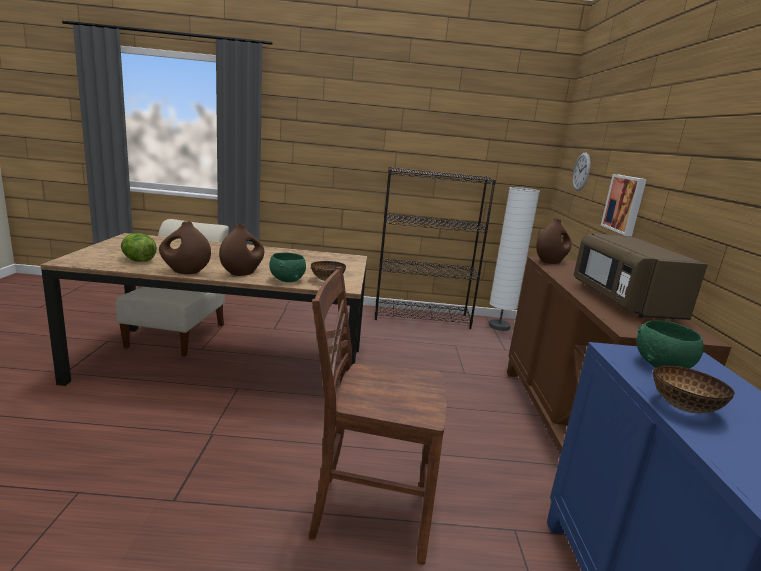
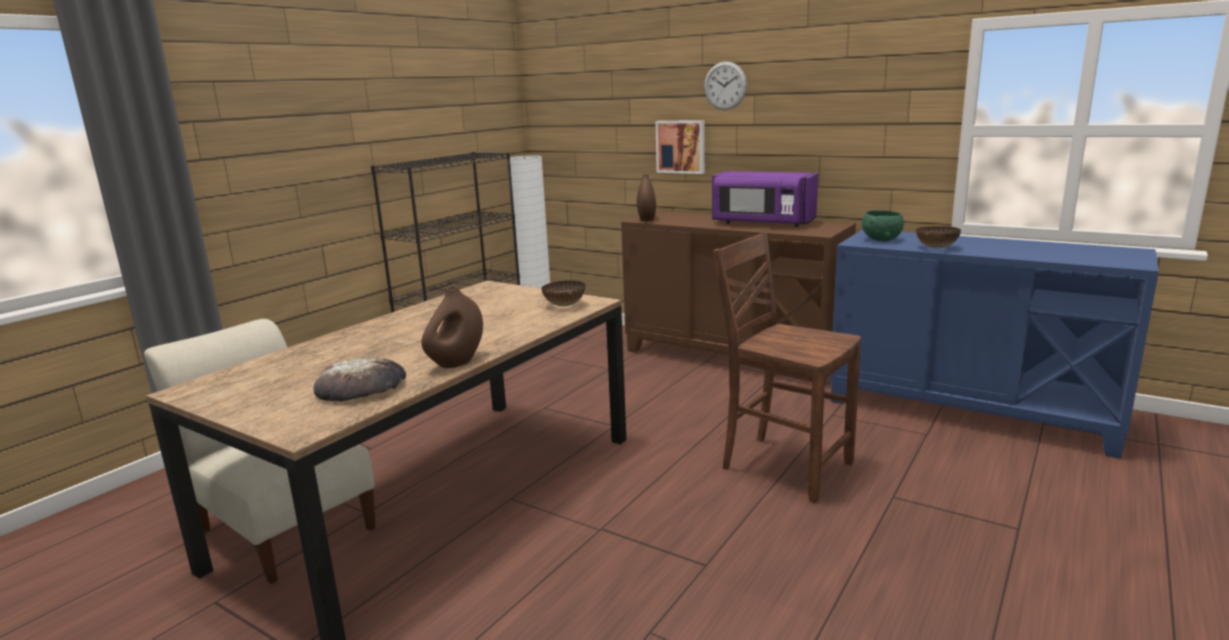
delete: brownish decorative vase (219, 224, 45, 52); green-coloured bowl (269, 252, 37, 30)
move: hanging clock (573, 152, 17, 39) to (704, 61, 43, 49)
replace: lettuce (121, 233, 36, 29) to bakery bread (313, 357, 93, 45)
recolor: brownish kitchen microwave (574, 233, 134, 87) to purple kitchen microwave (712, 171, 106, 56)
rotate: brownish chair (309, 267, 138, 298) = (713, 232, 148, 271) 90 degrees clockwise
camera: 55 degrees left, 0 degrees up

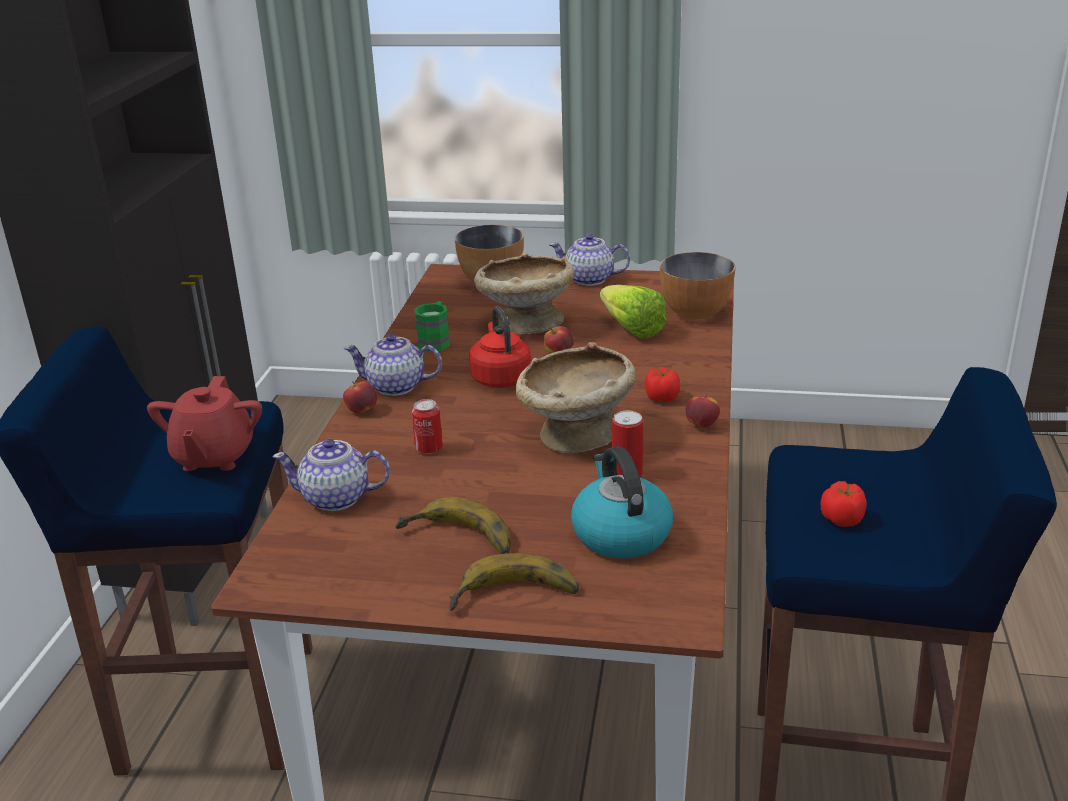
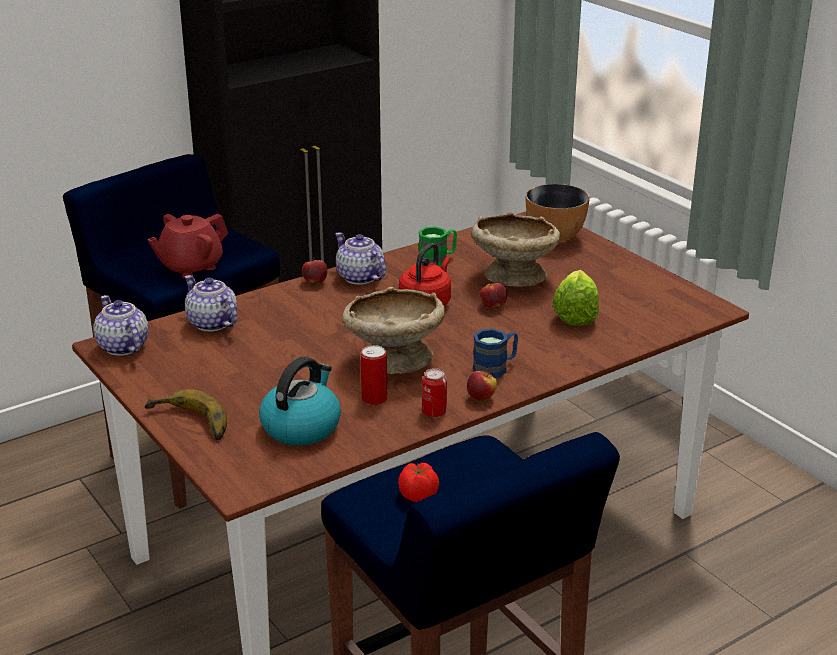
delete: whole banana (395, 497, 116, 57); bowl (660, 252, 75, 67)
move: pot for tea (549, 234, 81, 52) to (93, 295, 56, 61); can (412, 399, 31, 55) to (422, 368, 25, 49)
replace: fresh tomato (645, 367, 35, 35) to blue-coloured coffee mug (473, 329, 45, 49)
camera: 45 degrees right, 0 degrees up

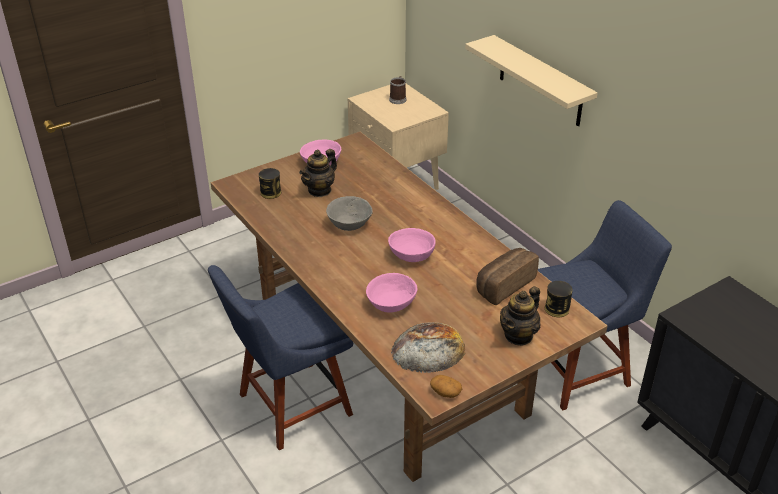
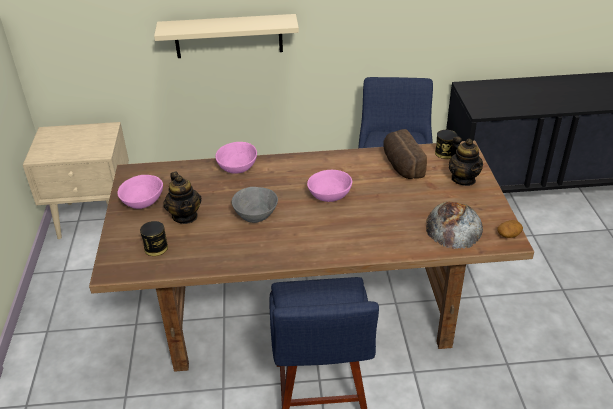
delete: coffee mug (389, 76, 18, 28)
move: pink-coloured bowl (366, 273, 51, 40) to (215, 142, 42, 32)
camera: 60 degrees left, 0 degrees up

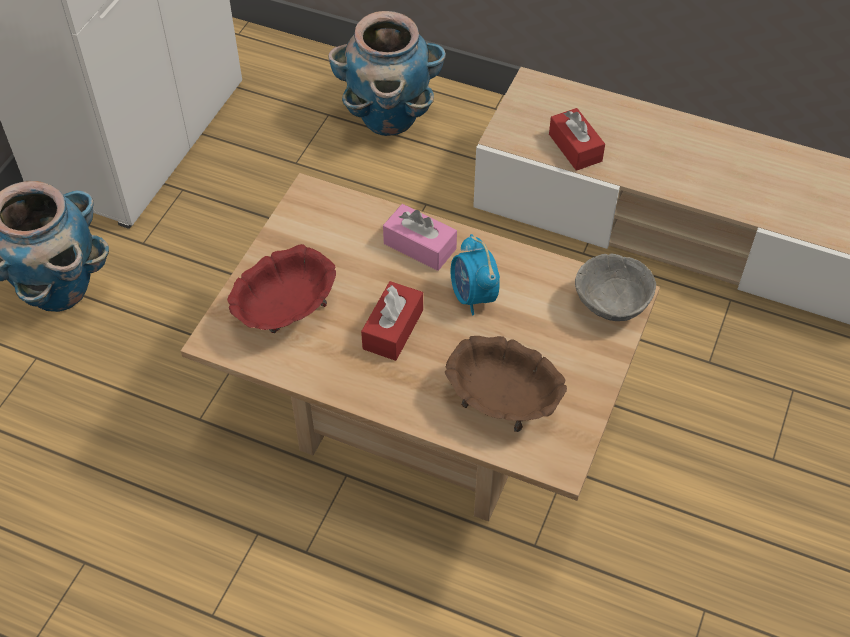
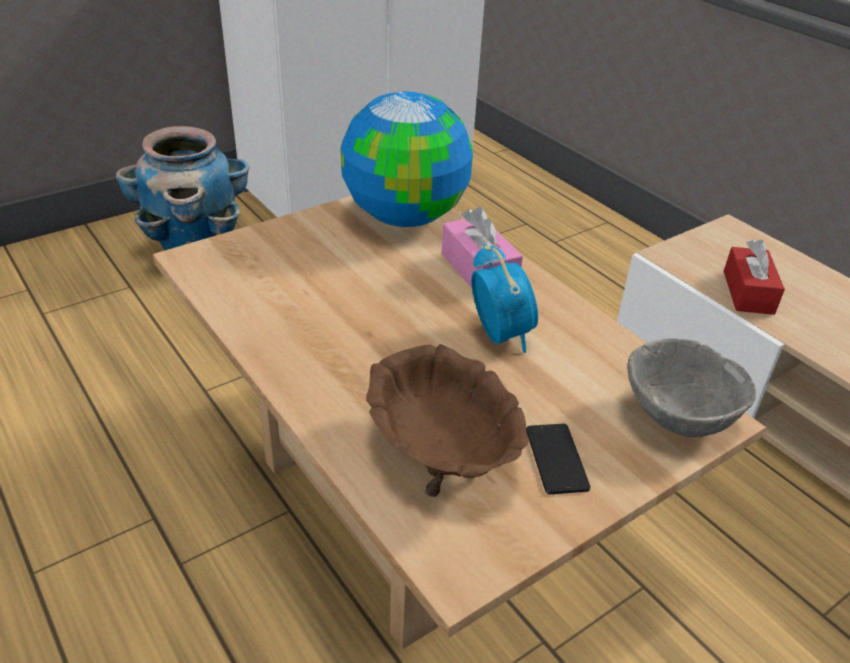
delete: red-coloured bowl (227, 244, 109, 89); plant pot (329, 11, 117, 125); red-coloured box of tissues (361, 281, 62, 80)
insert: globe (341, 91, 132, 136); handset (526, 424, 65, 70)
rotate: alarm clock (451, 234, 49, 82) = (471, 244, 67, 109) 150 degrees clockwise
camera: 30 degrees right, 15 degrees down

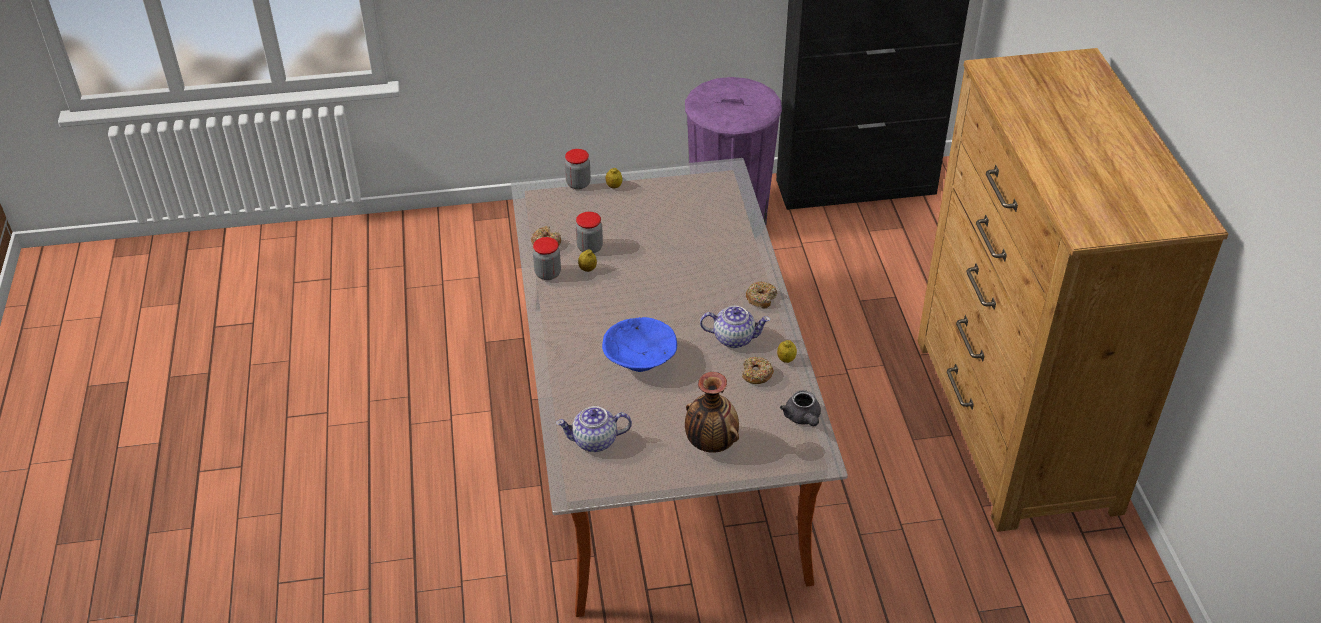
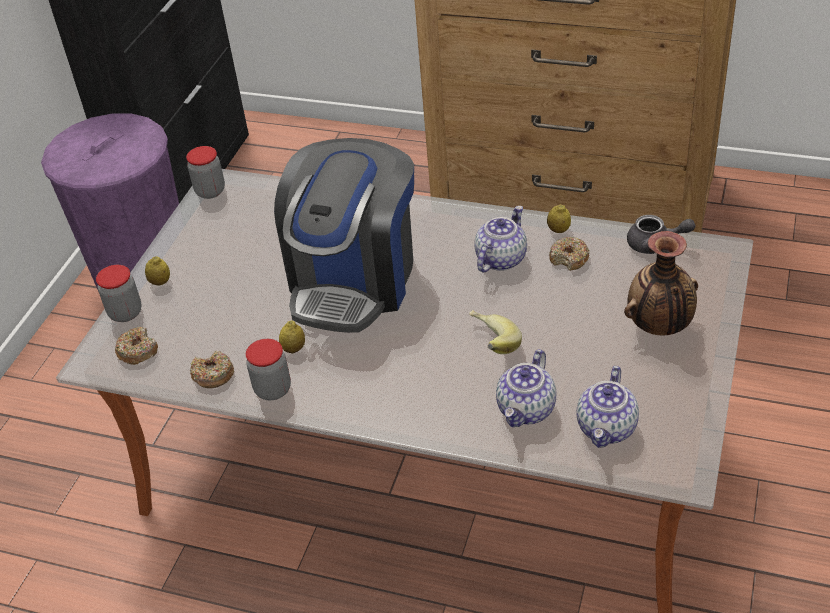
insert: coffee brewer (274, 138, 140, 195); pot for tea (496, 349, 60, 78)
move: doughnut (746, 282, 32, 27) to (115, 327, 43, 38); storage jar (576, 212, 27, 41) to (186, 146, 39, 53)
replace: blue-coloured bowl (602, 317, 75, 55) to whole banana (469, 310, 53, 44)
camera: 60 degrees left, 0 degrees up

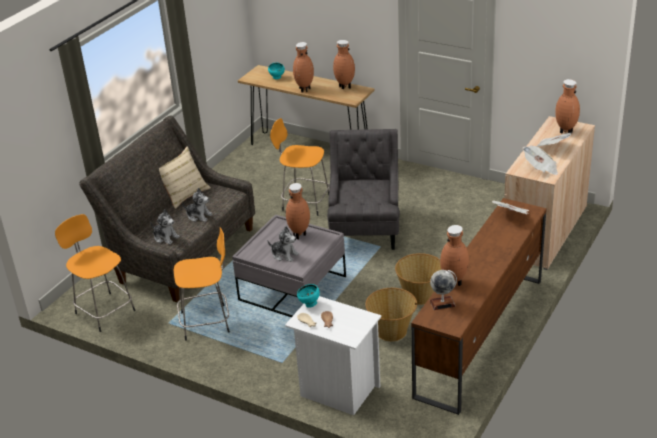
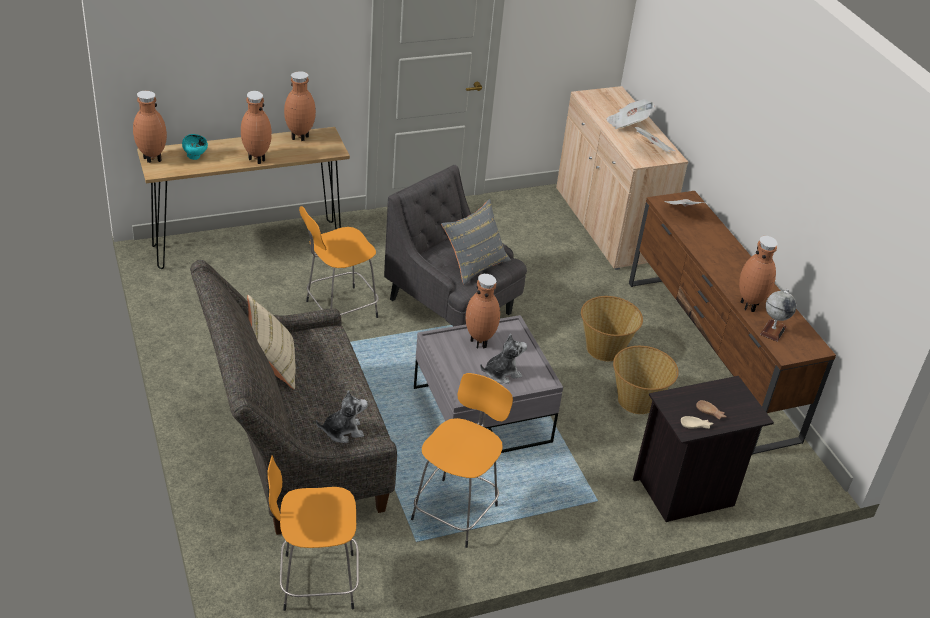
delete: cuddly toy (182, 188, 30, 34); turquoise bowl (297, 284, 23, 24)
insert: greyish cushion (441, 199, 70, 86)
move: brownish decorative vase (555, 79, 25, 55) to (133, 91, 34, 72)
recolor: whitish bedside table (285, 296, 97, 119) to blackish bedside table (633, 376, 141, 146)
camera: 55 degrees left, 5 degrees up

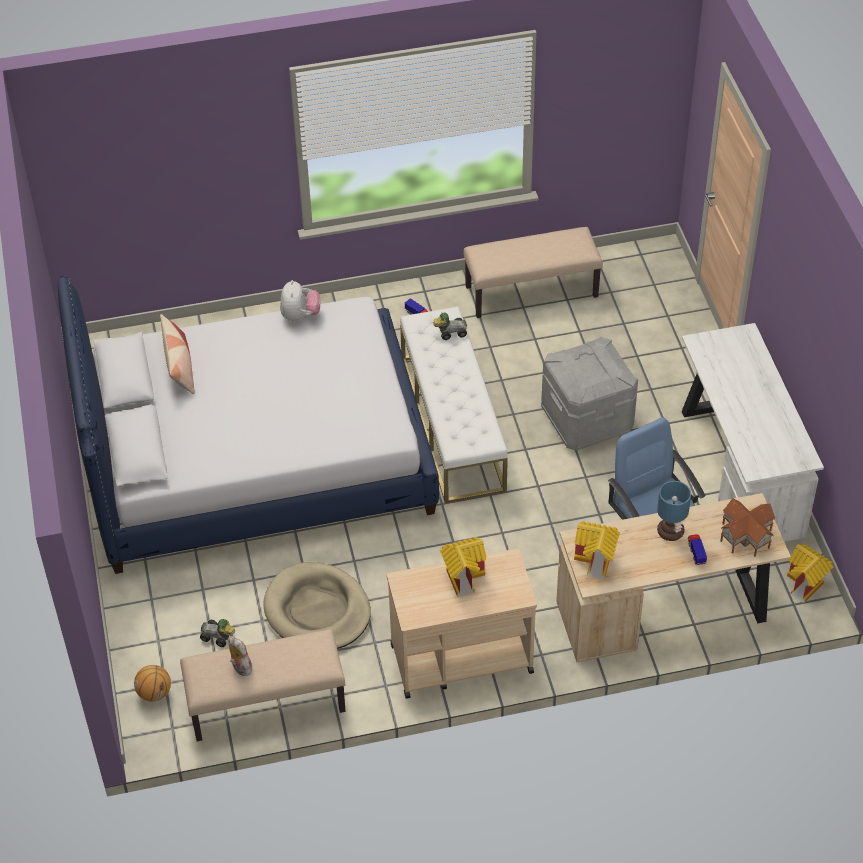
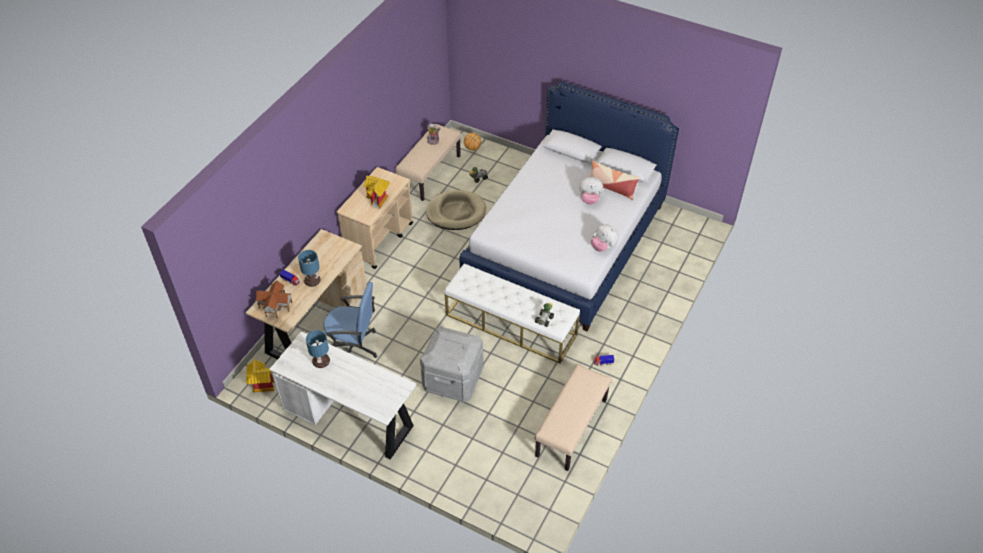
delete: miniature house (574, 521, 46, 59)
insert: tabletop lamp (306, 330, 24, 38); cuddly toy (579, 177, 24, 27)
camera: 130 degrees right, 0 degrees up

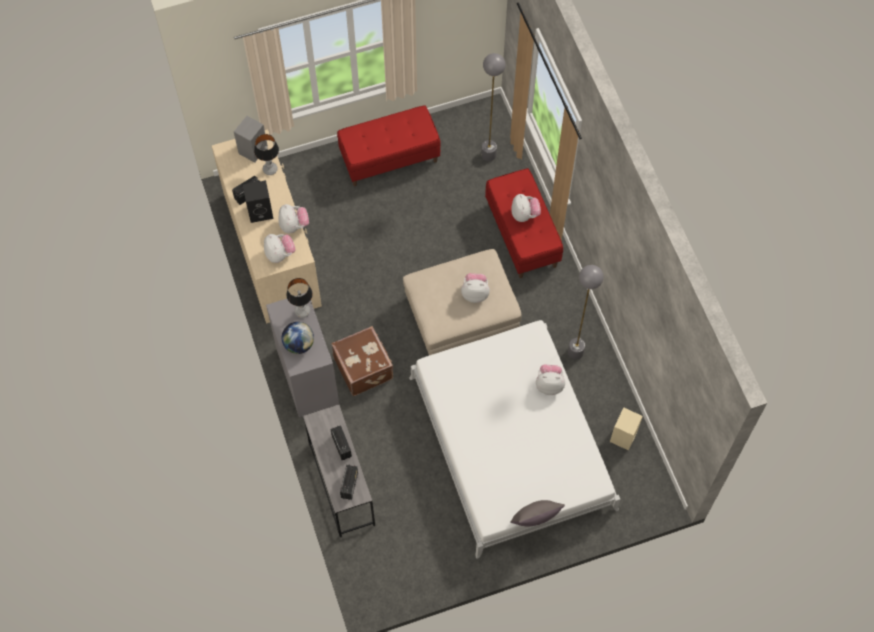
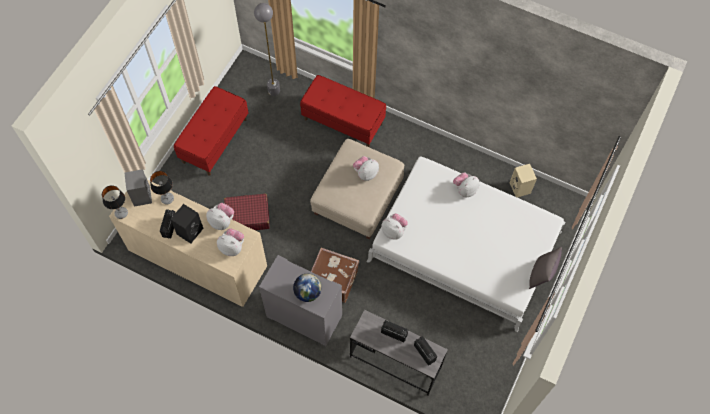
delete: greyish standard lamp (568, 265, 36, 94)
insert: red-coloured suitcase (224, 193, 46, 37)
move: tabletop lamp (286, 278, 27, 40) to (102, 186, 26, 33); cuddly toy (511, 194, 30, 28) to (381, 214, 27, 26)
camera: 45 degrees left, 0 degrees up

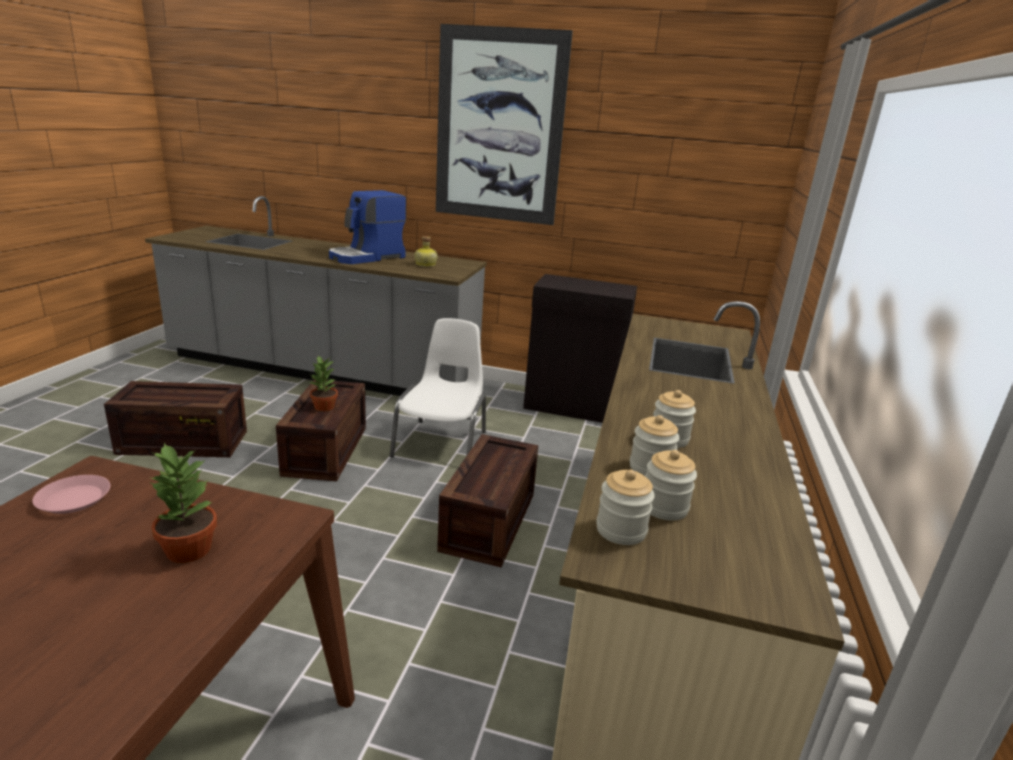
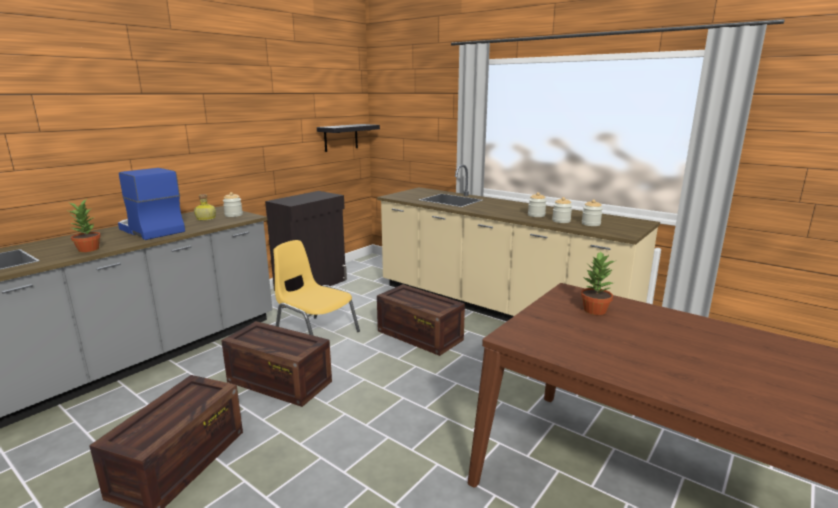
delete: pink-coloured flat dish (32, 475, 78, 39); wall art (436, 24, 137, 201)
insert: blackish shelf (317, 124, 63, 28)
move: potted plant (309, 356, 29, 56) to (69, 200, 32, 52); storage jar (596, 470, 59, 75) to (223, 192, 20, 25)
recolor: whitish chair (390, 318, 96, 139) to yellow-coloured chair (273, 240, 87, 96)
rotate: coffee brewer (329, 190, 77, 74) = (118, 168, 67, 72) 150 degrees clockwise
camera: 65 degrees left, 5 degrees down

